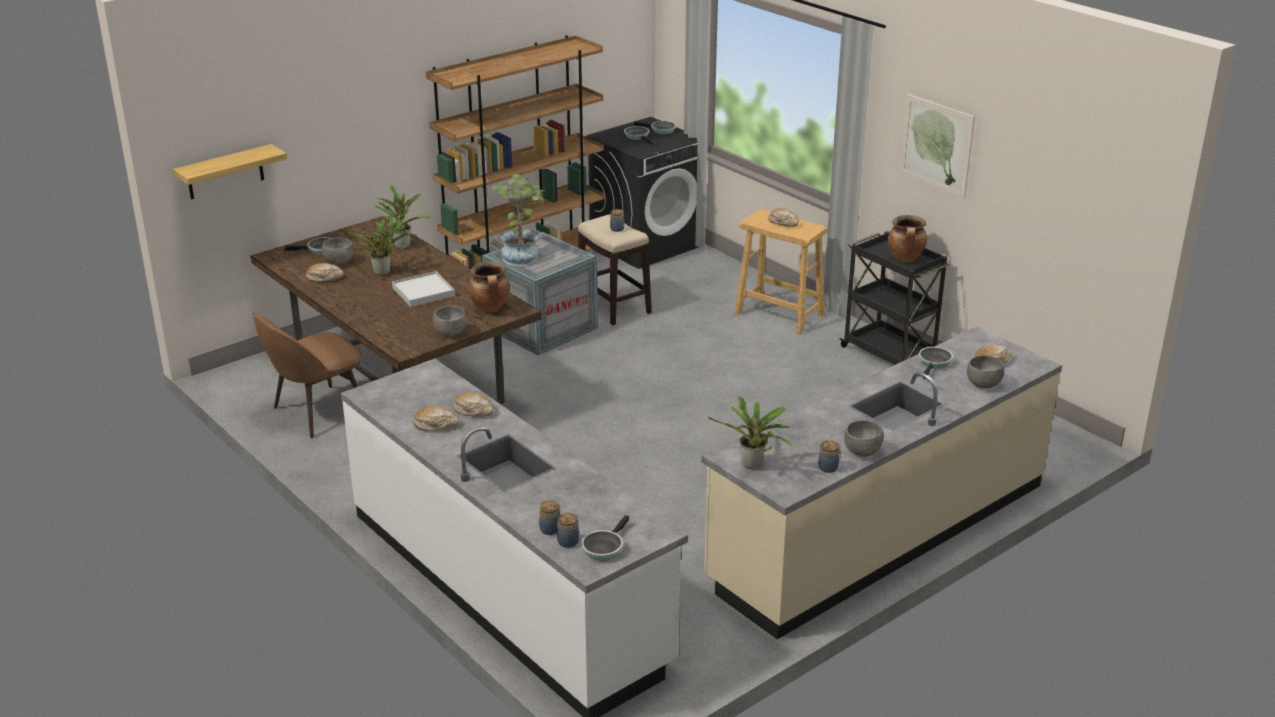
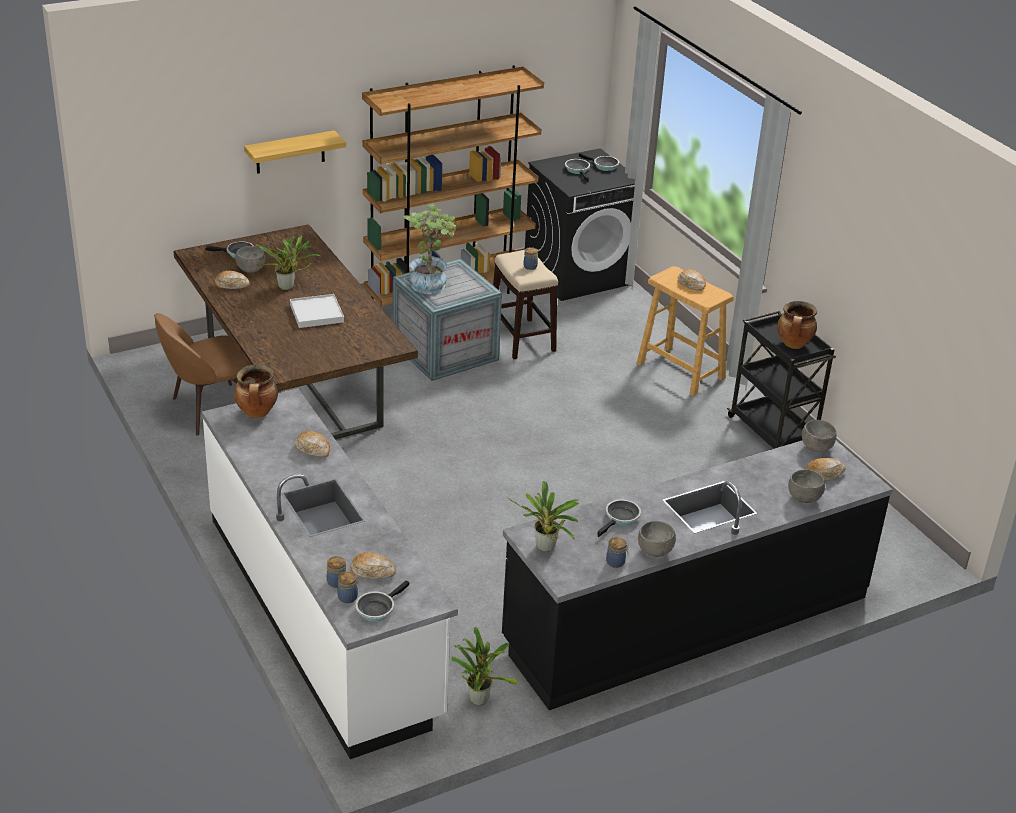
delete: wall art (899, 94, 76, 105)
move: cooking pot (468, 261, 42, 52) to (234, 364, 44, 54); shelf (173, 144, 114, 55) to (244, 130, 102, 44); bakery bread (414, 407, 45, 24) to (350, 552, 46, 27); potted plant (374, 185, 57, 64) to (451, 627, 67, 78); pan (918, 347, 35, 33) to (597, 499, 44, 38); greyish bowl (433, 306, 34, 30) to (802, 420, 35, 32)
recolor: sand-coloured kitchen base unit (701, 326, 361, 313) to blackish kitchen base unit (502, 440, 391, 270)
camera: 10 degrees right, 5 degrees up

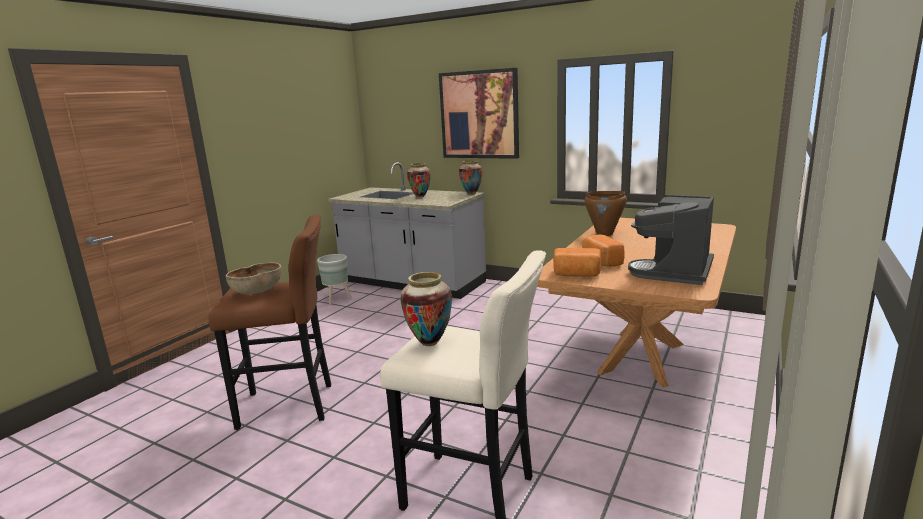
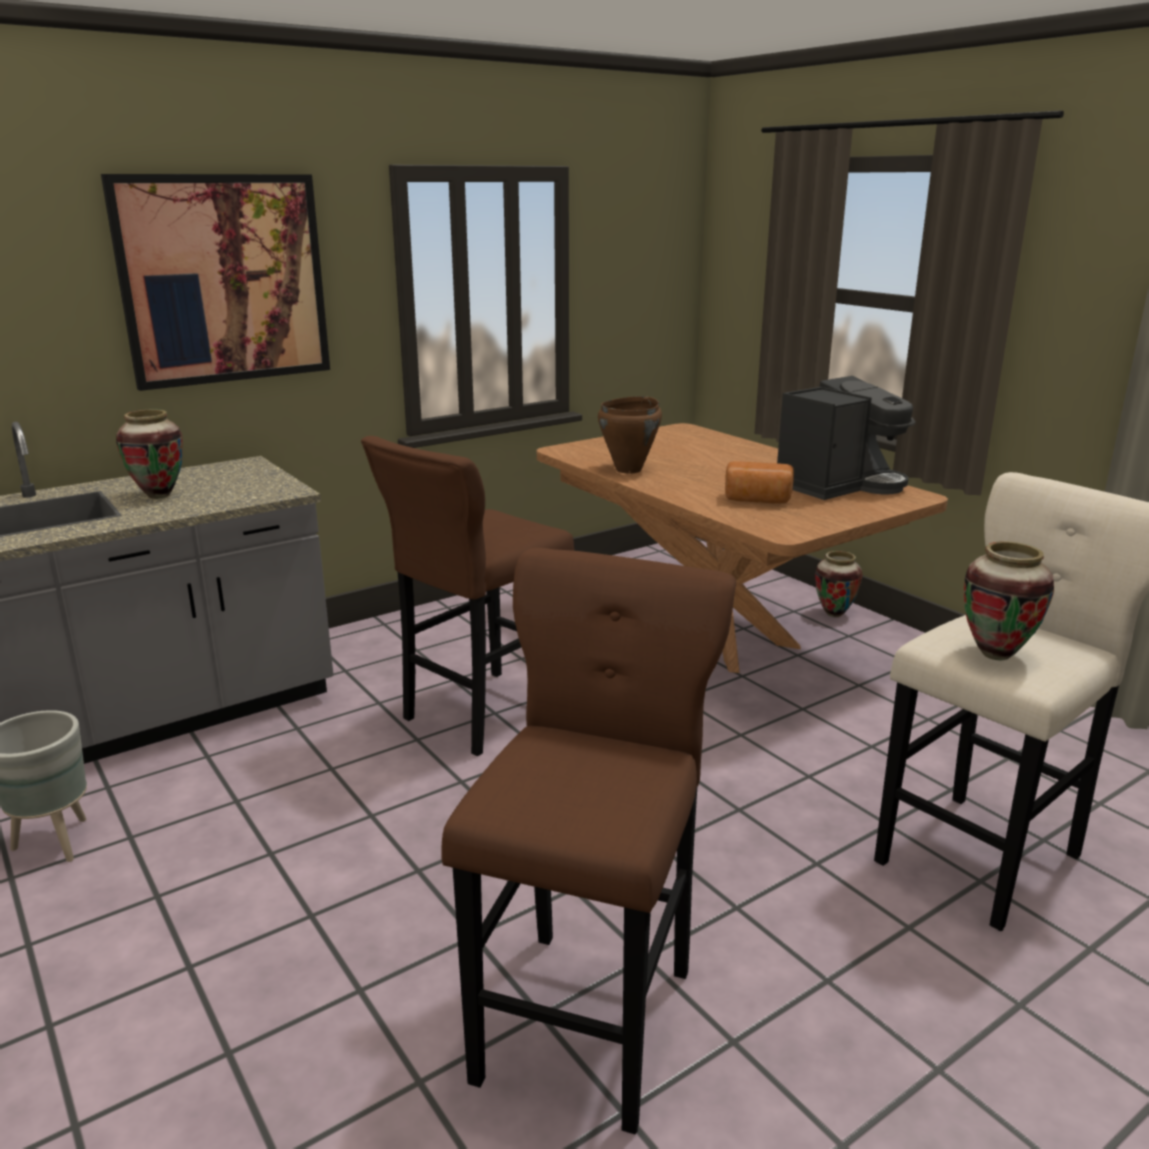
delete: brownish bowl (226, 262, 56, 32); bakery bread (553, 248, 48, 29)
insert: brownish stool seat (361, 436, 213, 320)
move: decorative vase (459, 160, 23, 34) to (815, 551, 48, 66)
rotate: coffee brewer (628, 195, 86, 90) = (777, 376, 138, 124) 90 degrees counterclockwise
camera: 65 degrees left, 5 degrees up

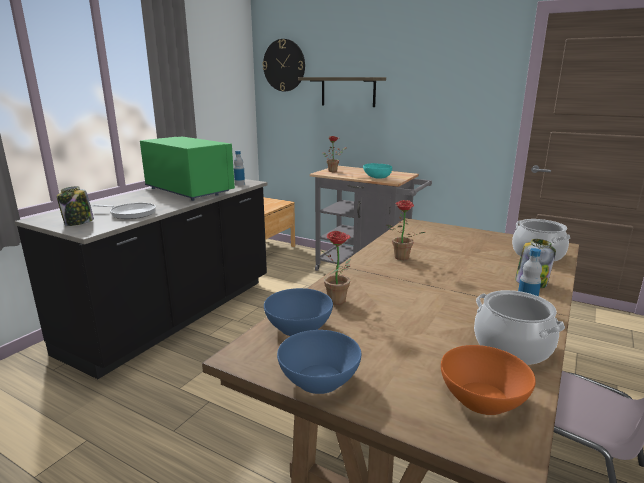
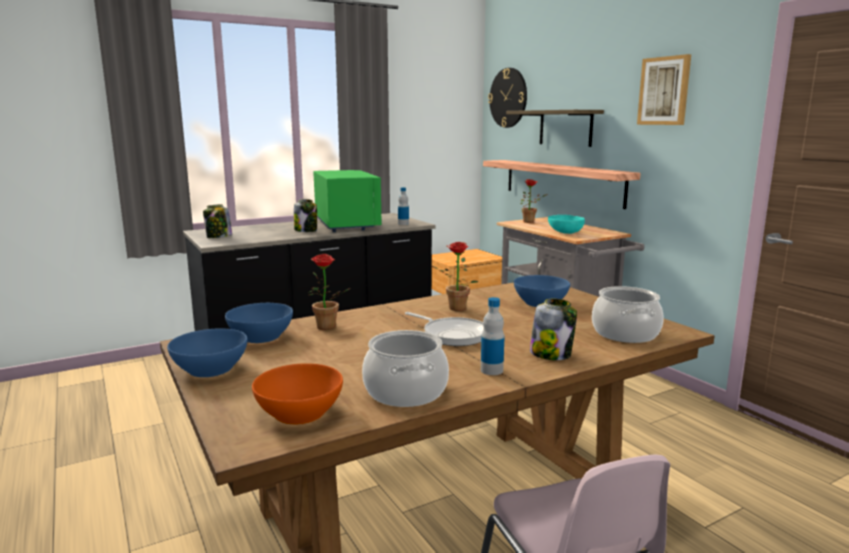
insert: storage jar (294, 199, 23, 33); shelf (483, 160, 158, 49); blue-coloured bowl (514, 275, 56, 32); wall art (637, 54, 54, 71)
move: pan (92, 203, 64, 16) to (405, 312, 79, 34)
camera: 30 degrees right, 5 degrees down

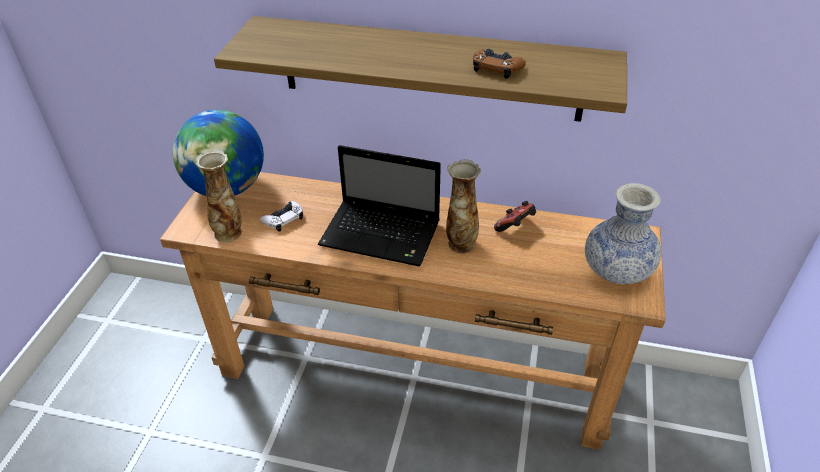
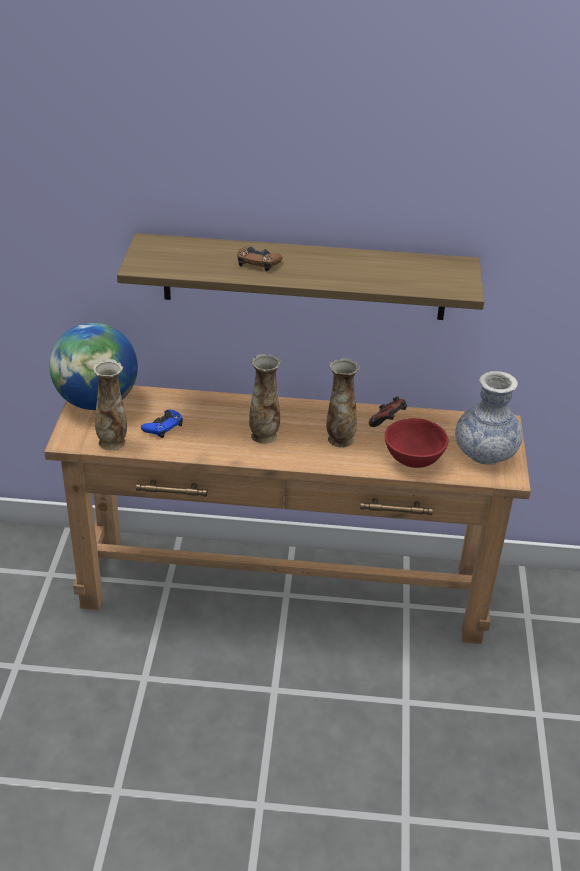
insert: red-coloured bowl (385, 418, 64, 50)
move: brownish gamepad (473, 48, 53, 31) to (237, 246, 46, 25)
replace: laptop (318, 145, 123, 122) to decorative vase (249, 354, 32, 90)
recolor: whitish gamepad (260, 201, 43, 31) to blue-coloured gamepad (141, 410, 42, 28)
camera: 10 degrees left, 5 degrees down

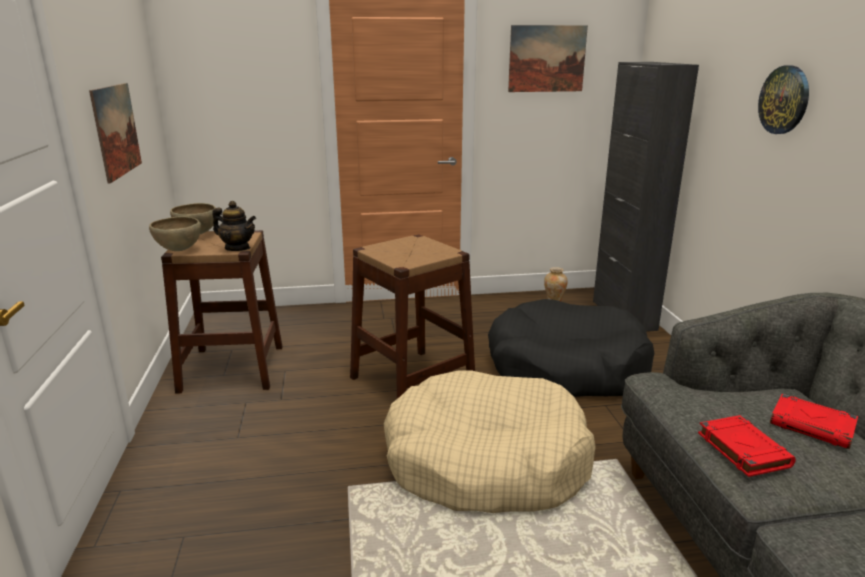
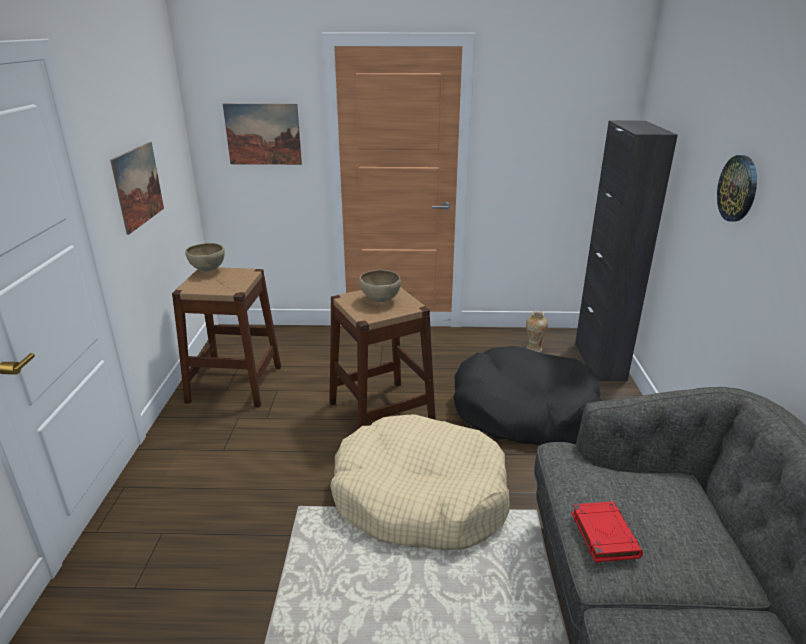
delete: pot for tea (212, 201, 44, 50); red-coloured volume (770, 394, 88, 55)
move: wall art (508, 25, 80, 67) to (223, 104, 79, 61); brownish bowl (149, 216, 52, 35) to (359, 270, 42, 32)
camera: 10 degrees right, 5 degrees up

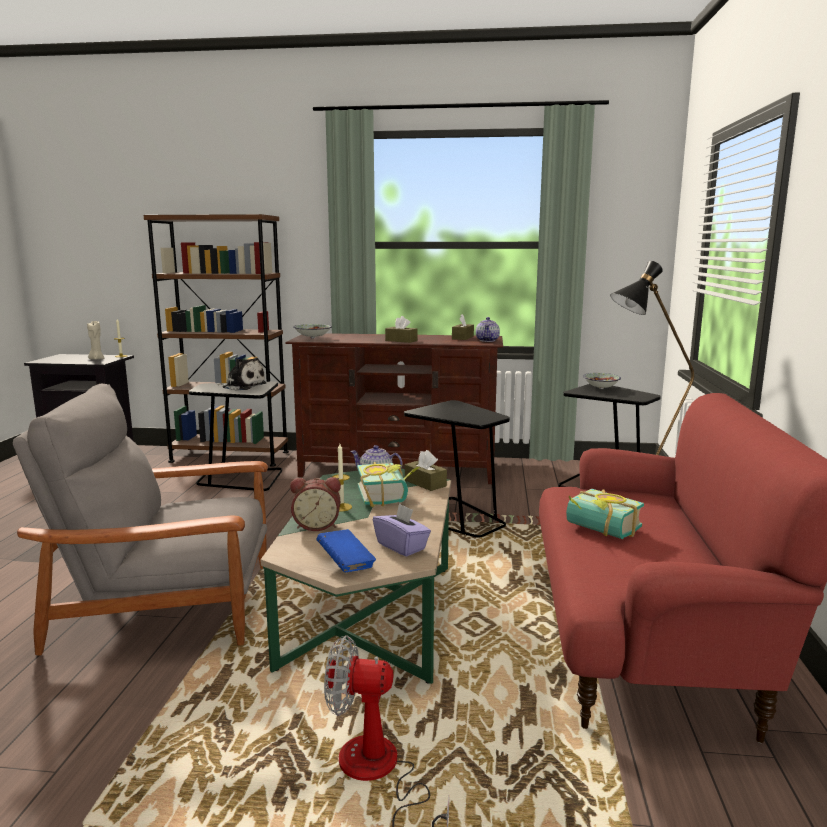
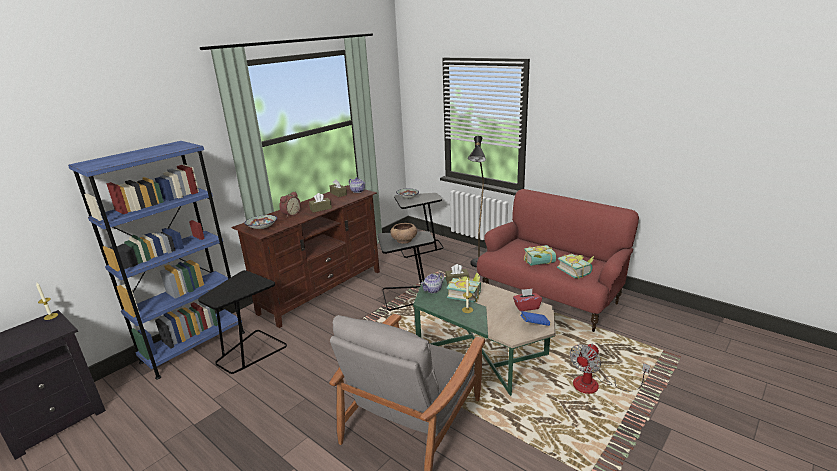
delete: sand-coloured wax candle (87, 321, 17, 39); cuddly toy (217, 358, 50, 33)
insert: brownish bowl (390, 223, 27, 20); volume (557, 254, 37, 25)
move: alarm clock (290, 477, 51, 54) to (279, 192, 22, 25)
recolor: brownish bookshelf (144, 214, 145, 253) to blue-coloured bookshelf (68, 141, 177, 238); purple box of tissues (373, 503, 58, 53) to red-coloured box of tissues (513, 289, 29, 22)
camera: 55 degrees left, 10 degrees up

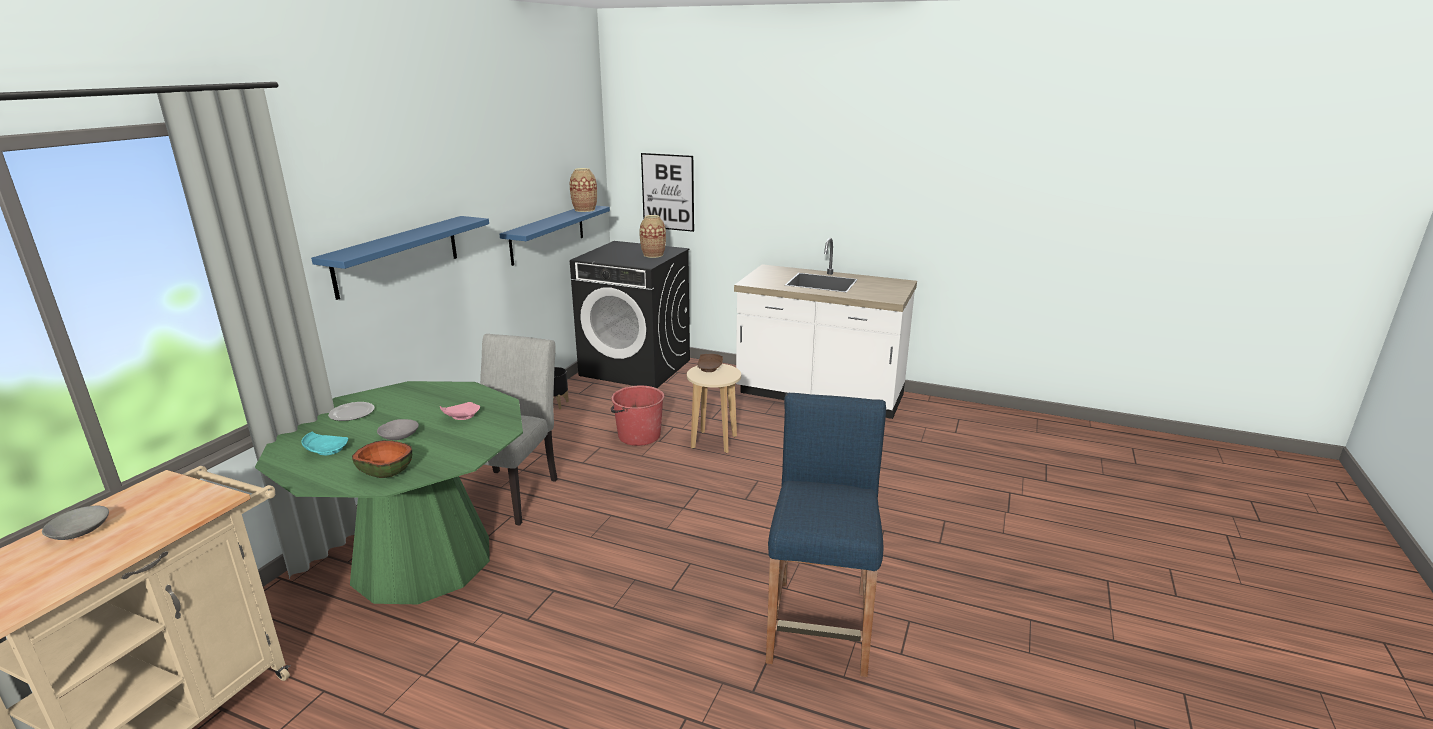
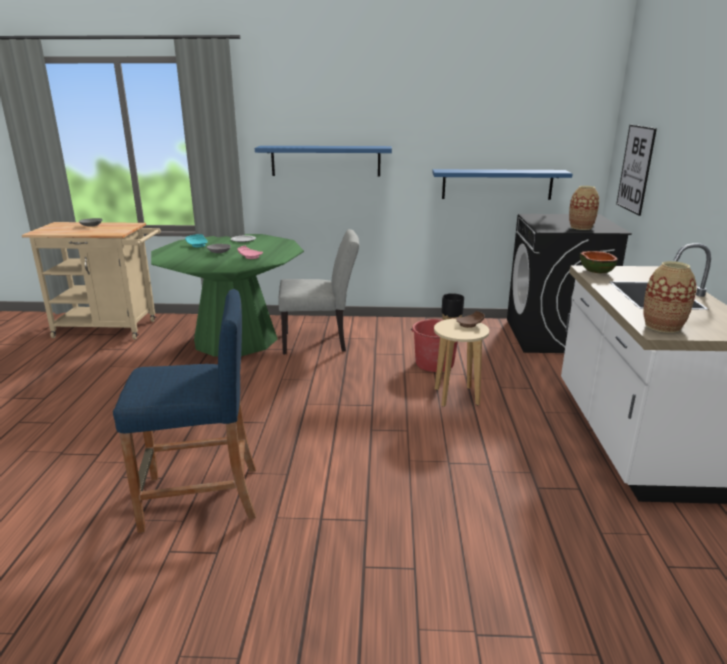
move: bowl (352, 440, 60, 38) to (580, 251, 38, 22); decorative vase (570, 168, 27, 44) to (643, 261, 53, 72)
camera: 70 degrees right, 0 degrees up

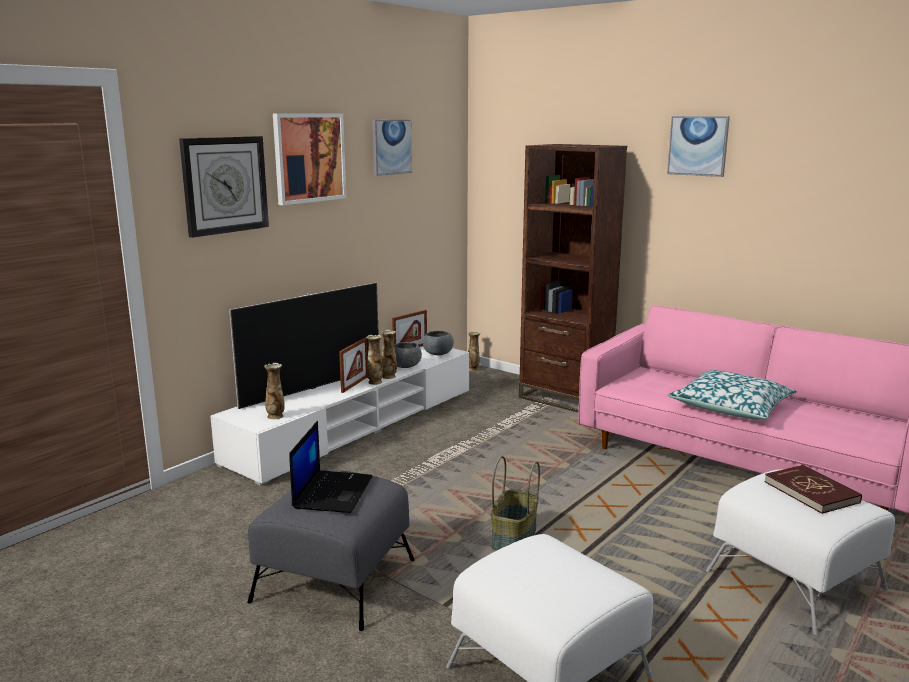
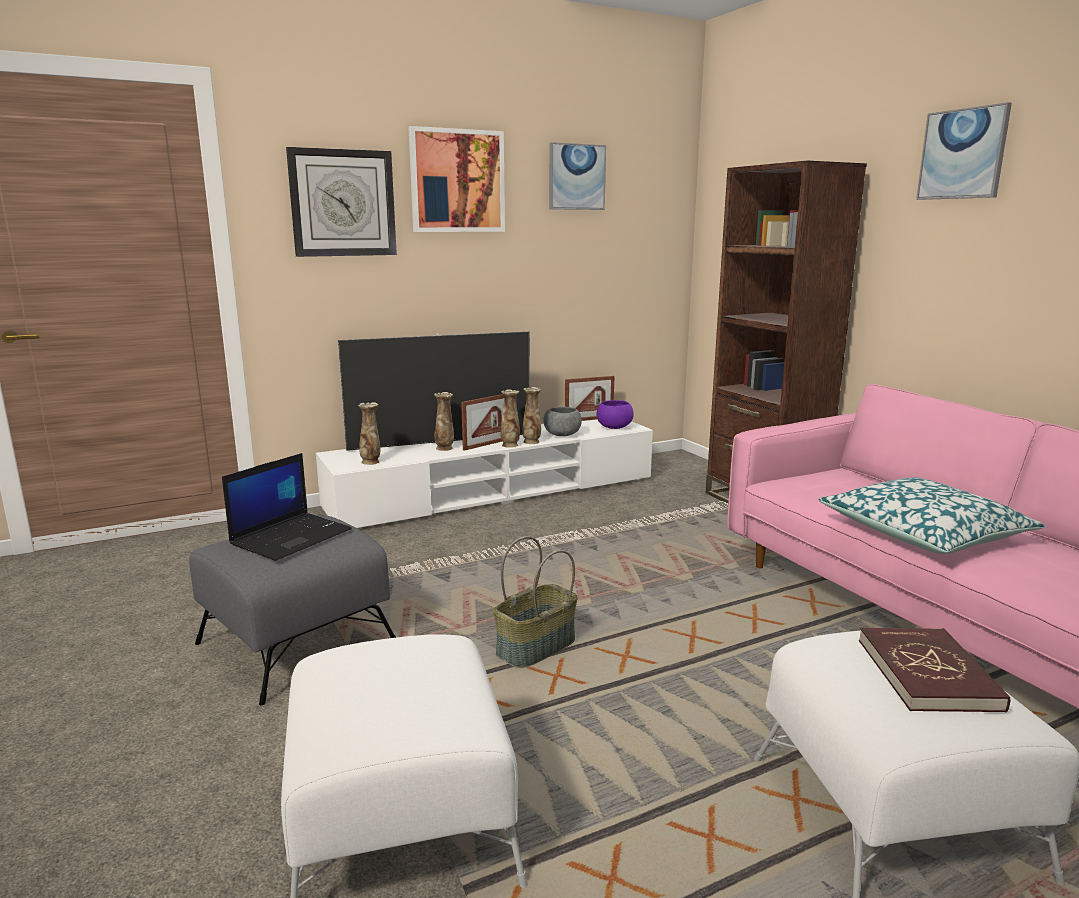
move: decorative vase (468, 331, 12, 40) to (434, 392, 20, 59)
recolor: greyish bowl (423, 331, 31, 24) to purple bowl (597, 400, 37, 29)
camera: 25 degrees right, 0 degrees up

